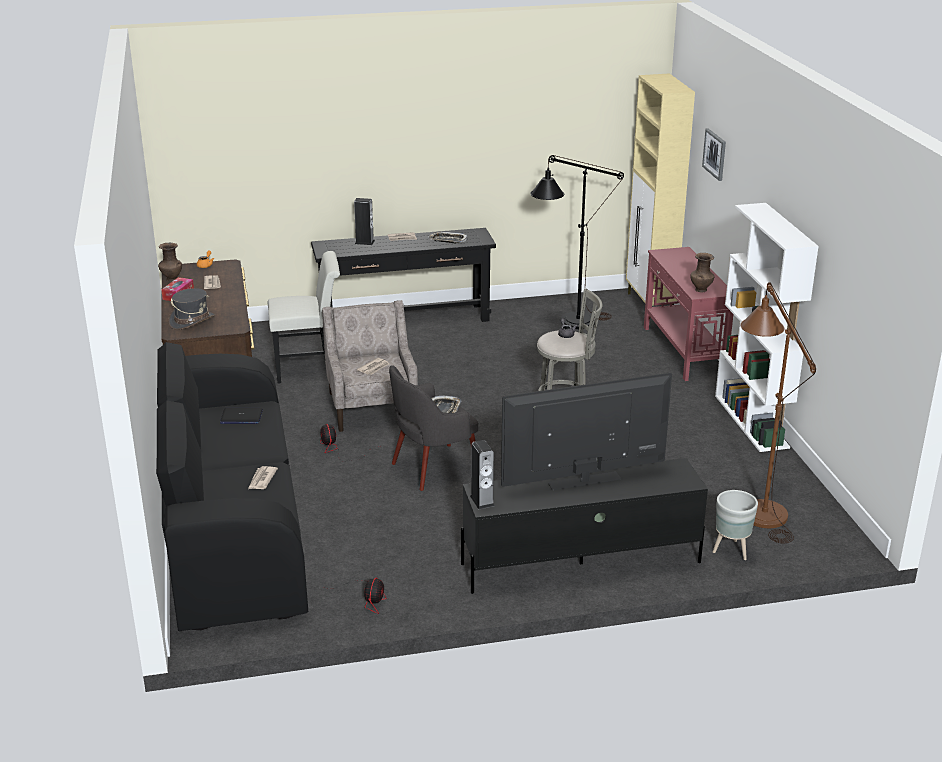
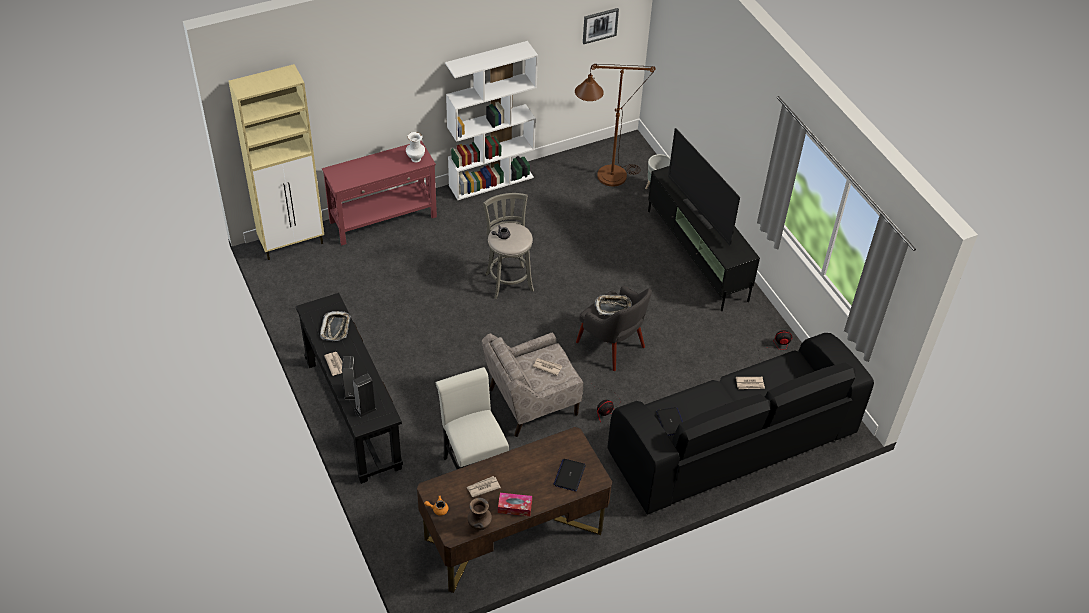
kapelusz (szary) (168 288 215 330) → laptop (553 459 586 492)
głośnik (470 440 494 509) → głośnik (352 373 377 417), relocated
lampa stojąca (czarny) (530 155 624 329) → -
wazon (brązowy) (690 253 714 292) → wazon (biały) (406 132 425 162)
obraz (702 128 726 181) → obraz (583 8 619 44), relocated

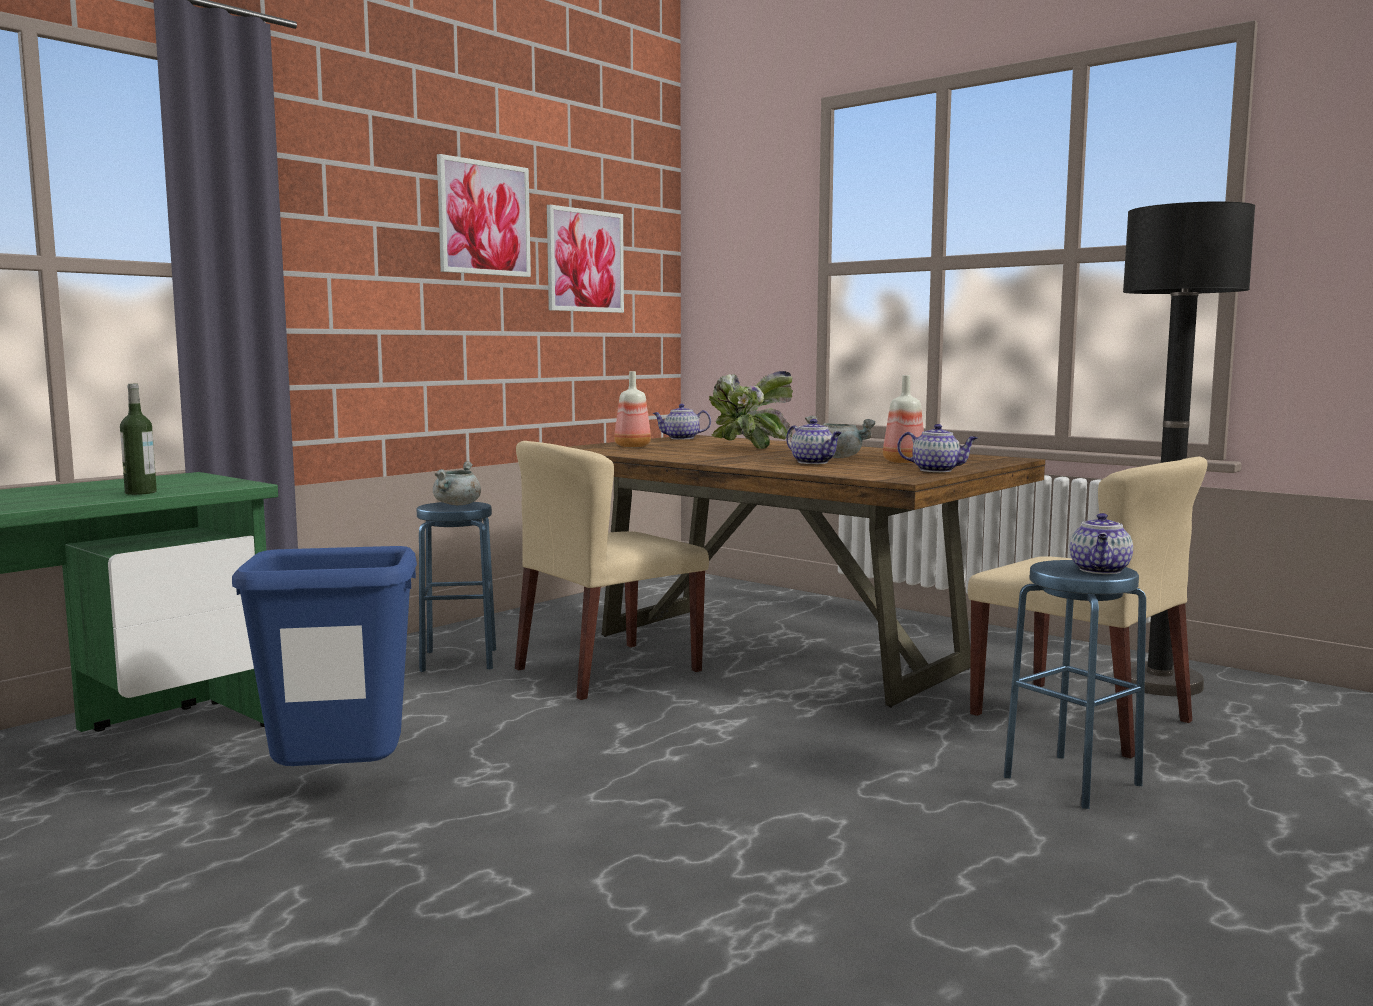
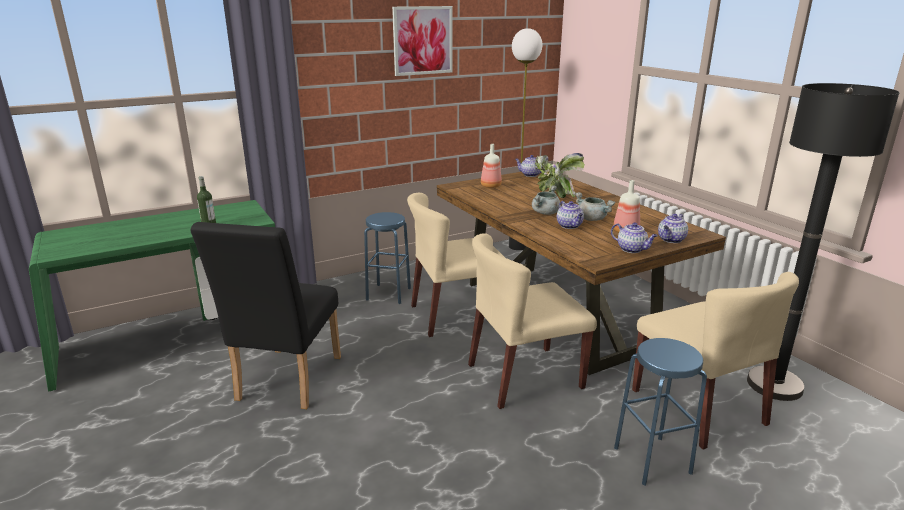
kosz na śmieci (niebieski) (232 546 417 766) → krzesło (czarny) (190 222 341 409)
garnek (szary) (433 461 481 505) → garnek (szary) (532 186 560 215), relocated
obraz (547 205 624 313) → -
imbryk (1070 513 1133 574) → imbryk (658 214 688 243), relocated
- → krzesło (beżowy) (468 233 597 409)
- → lampa stojąca (509 28 542 250)

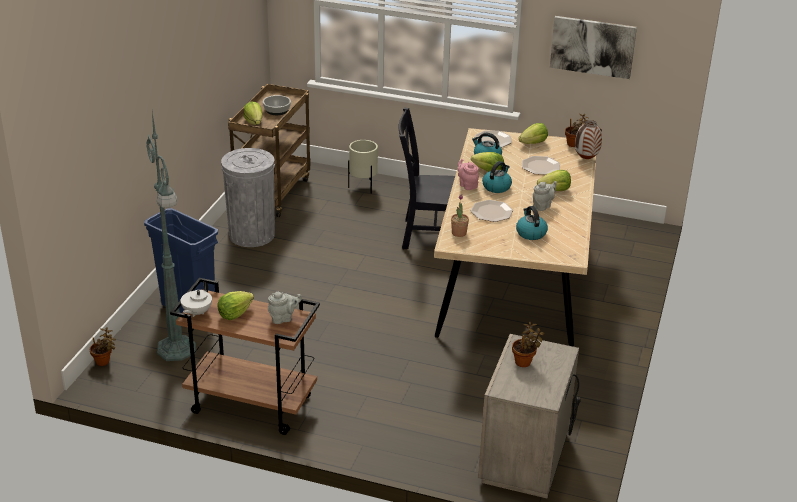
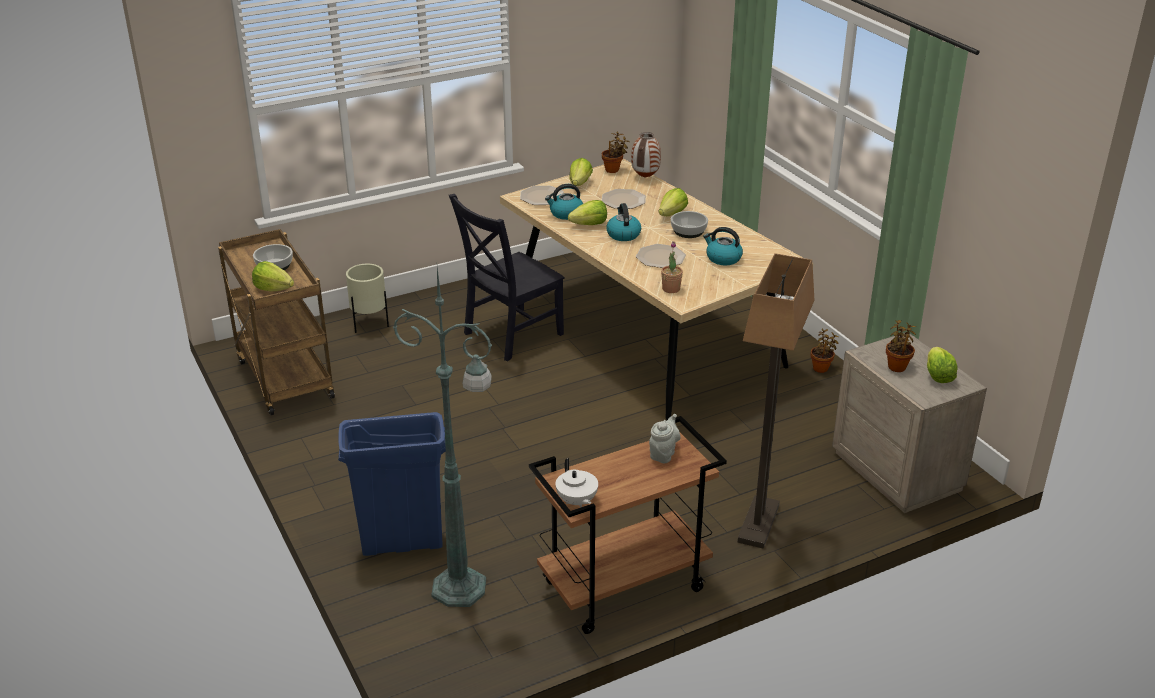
roślina doniczkowa (89 327 116 366) → roślina doniczkowa (811 328 838 373), relocated
sałata (217 291 254 320) → sałata (927 347 957 383), relocated
kosz na śmieci (szary) (221 148 275 247) → -
imbryk (różowy) (457 159 479 190) → -
imbryk (szary) (533 181 557 211) → miska (671 211 708 238)
obraz (550 16 637 79) → -
- → lampa stojąca (738 253 815 549)

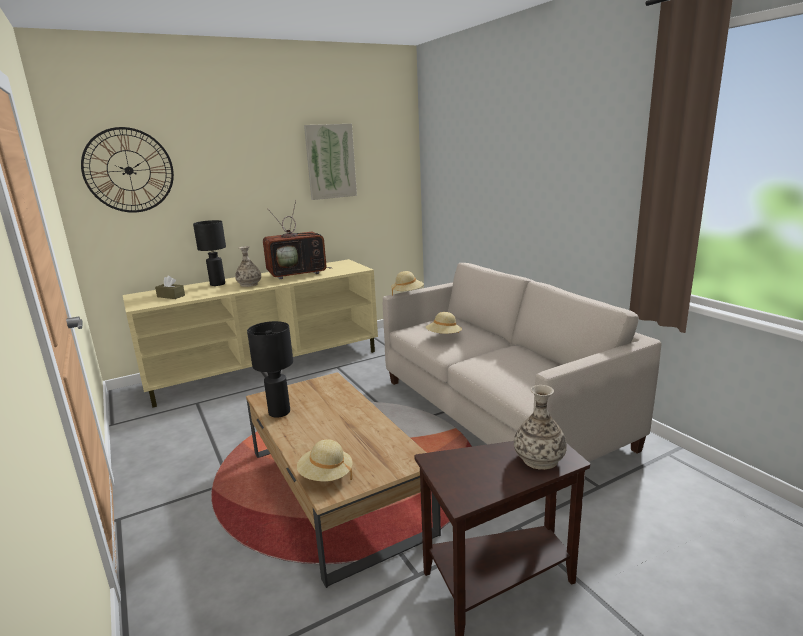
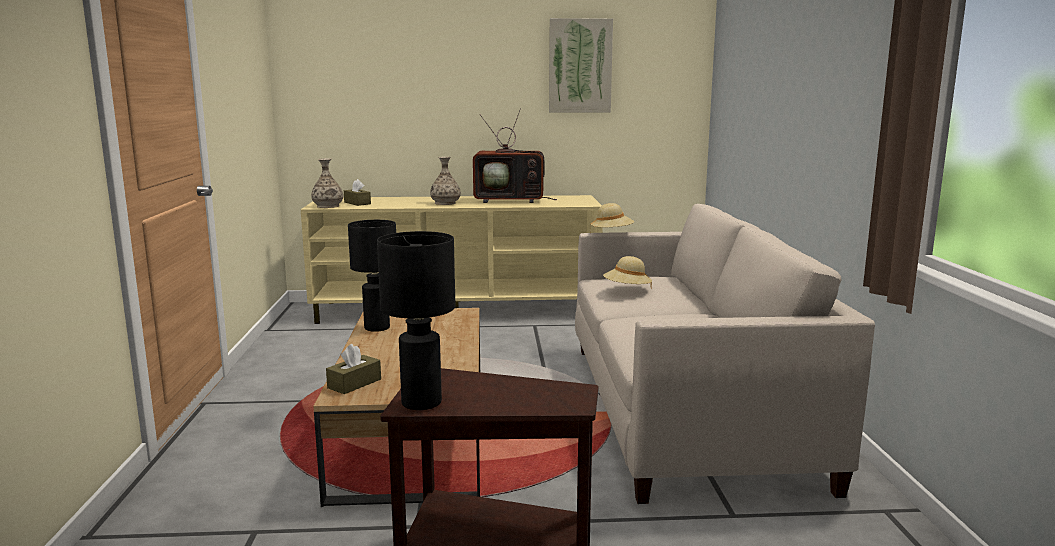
zegar ścienny (81 127 174 213) → -
lampa stołowa (czarny) (193 220 226 286) → lampa stołowa (czarny) (377 231 456 410), relocated
kapelusz (beżowy) (297 439 353 481) → pudełko chusteczek (brązowy) (326 344 381 394)
wazon (514 385 567 470) → wazon (311 158 343 208), relocated

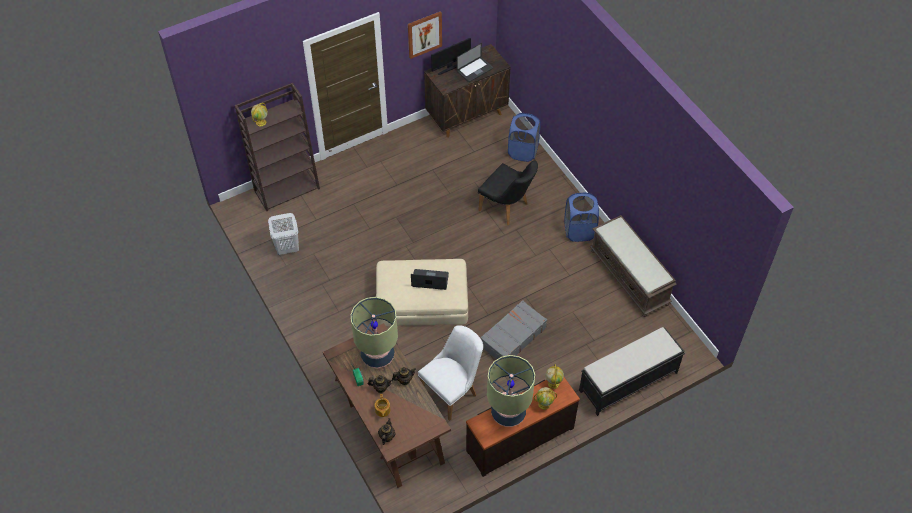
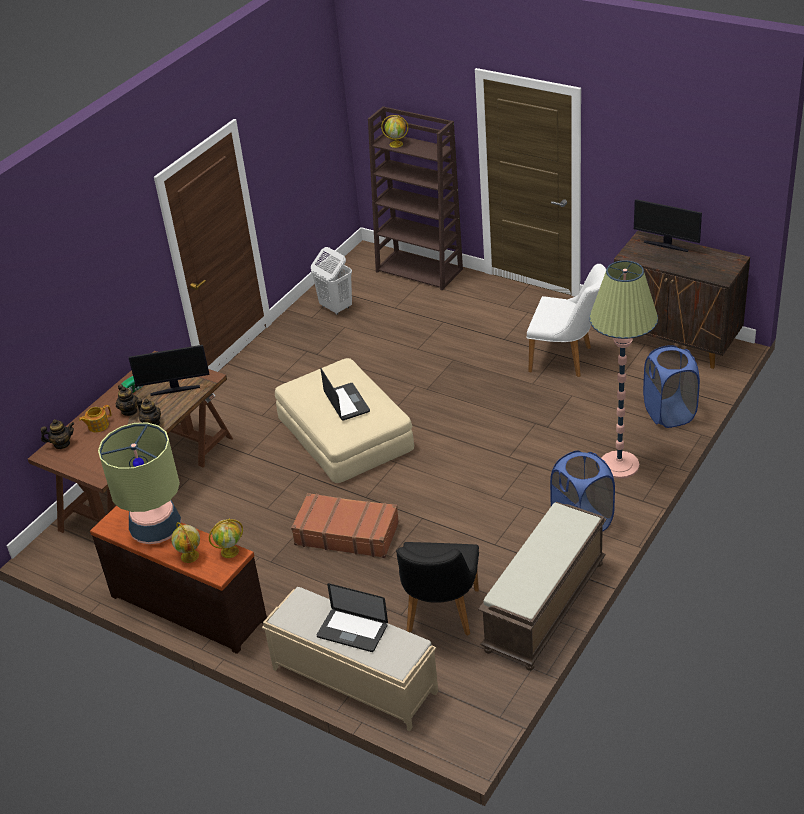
lampa stołowa (351 297 398 368) → monitor (129 345 209 396)
obraz (408 11 442 59) → -
krzesło (biały) (418 325 483 421) → krzesło (biały) (526 264 606 377), relocated
laptop (457 43 493 82) → laptop (317 583 388 652), relocated
krzesło (czarny) (478 160 538 225) → krzesło (czarny) (396 542 479 636), relocated
walizka (szary) (480 300 547 359) → walizka (brązowy) (291 493 399 558)
ławka (czarny) (579 327 685 416) → ławka (beżowy) (262 587 438 732)
- → lampa stojąca (589 260 658 479)

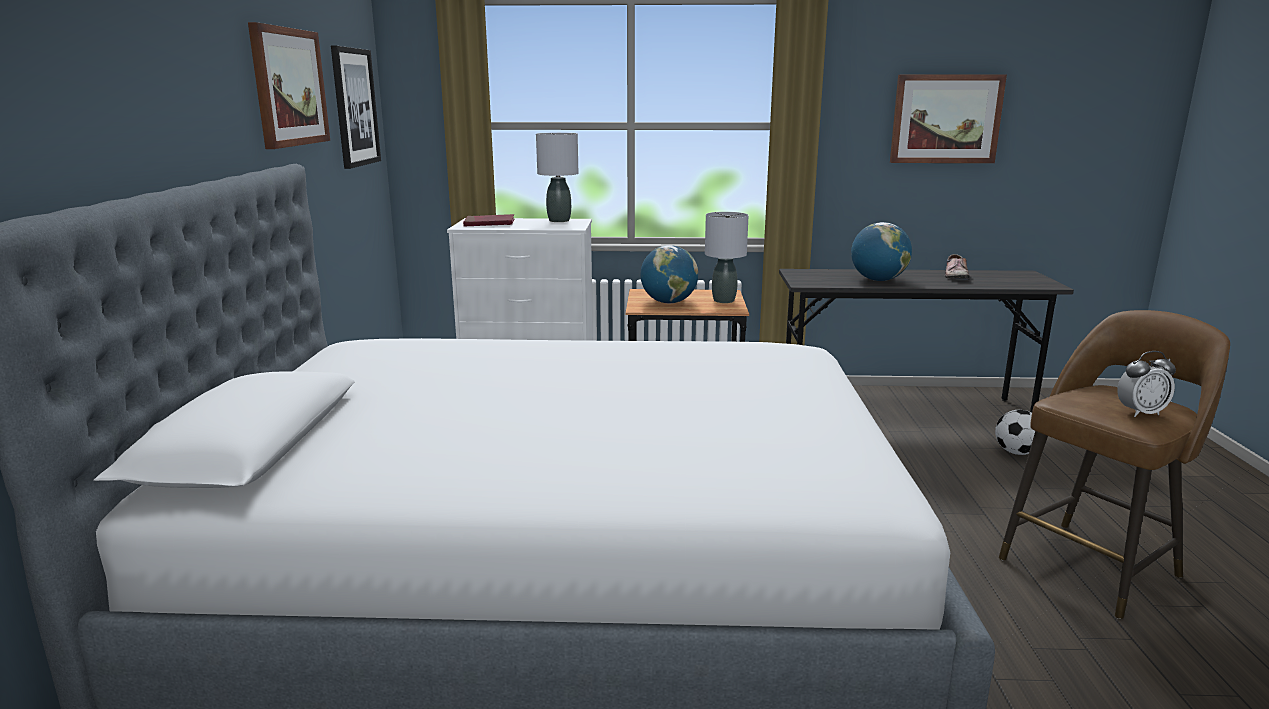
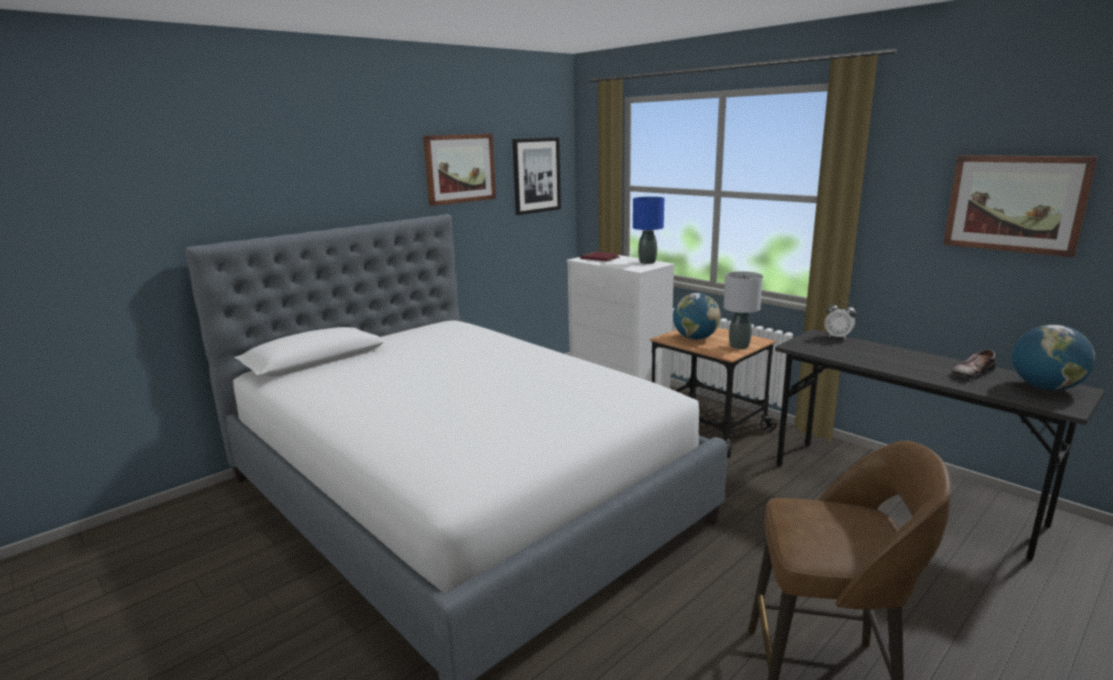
lampa stołowa (szary) (536 133 578 222) → lampa stołowa (niebieski) (633 197 664 264)
globus (851 222 912 281) → globus (1012 325 1095 390), relocated
piłka futbolowa (995 410 1035 455) → -
budzik (1117 351 1176 417) → budzik (825 301 856 340), relocated

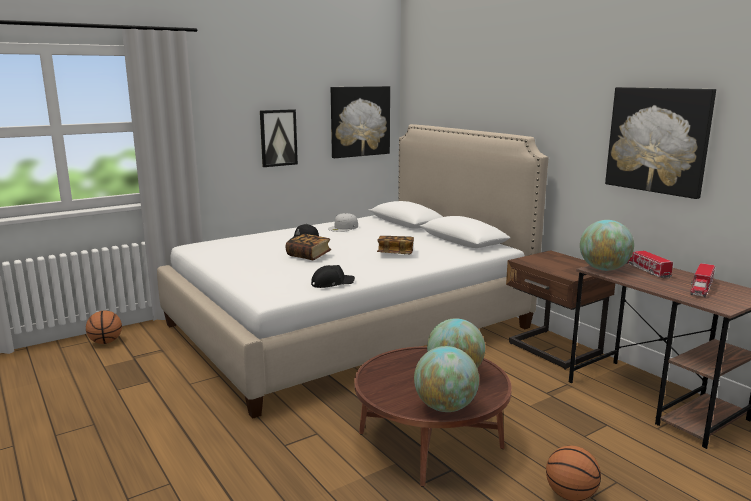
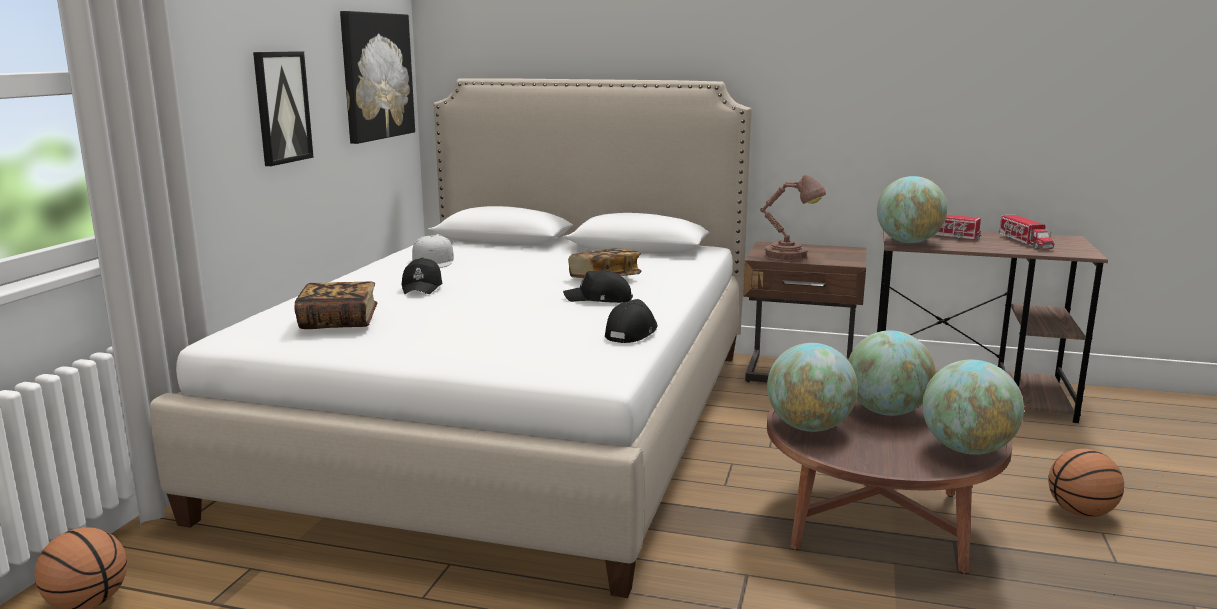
książka (285 234 331 260) → książka (294 281 377 329), relocated
obraz (605 87 716 199) → -
- → czapka z daszkiem (czarny) (563 270 633 303)
- → lampa stołowa (brązowy) (760 175 826 261)
- → globus (767 343 858 432)

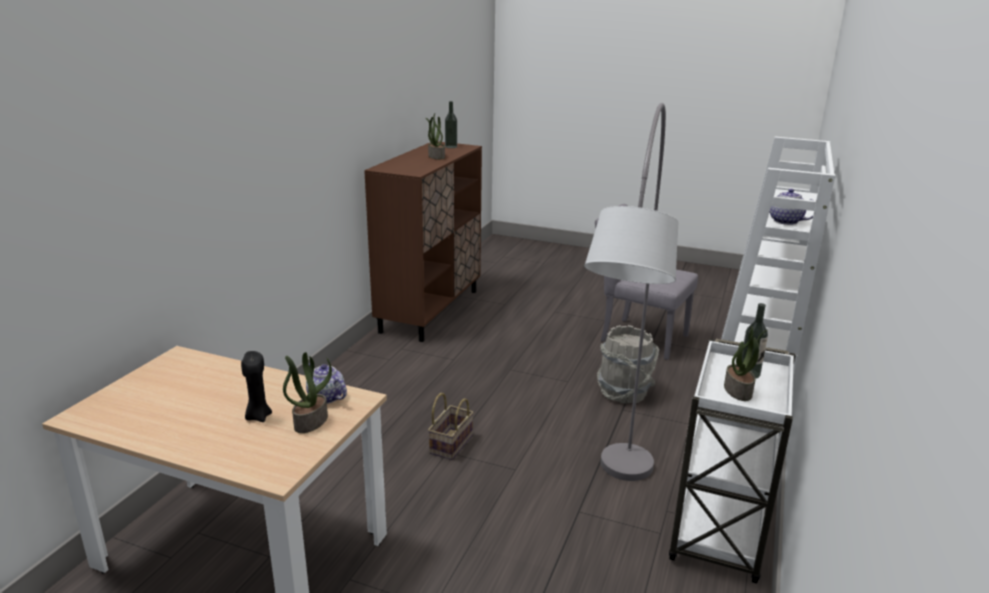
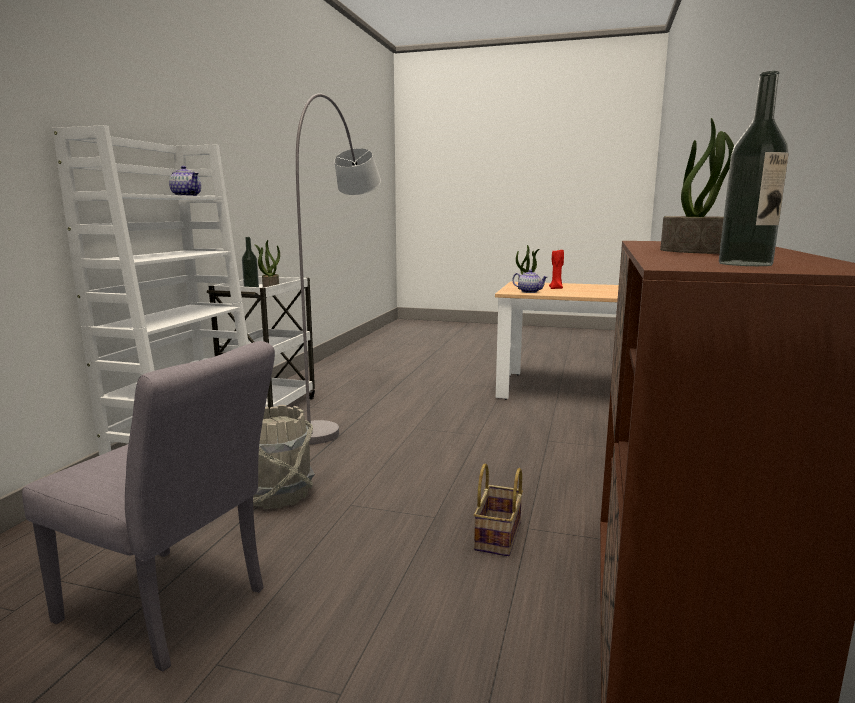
świeca (czarny) (241 351 272 422) → świeca (czerwony) (549 250 564 289)
koszyk (428 393 474 460) → koszyk (474 463 523 556), relocated

